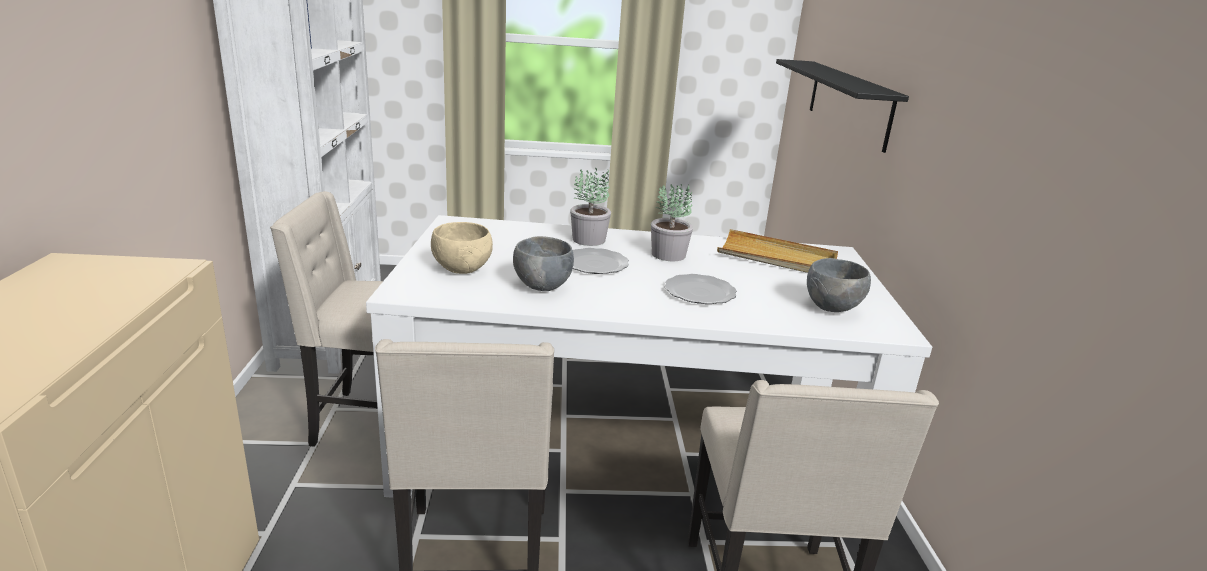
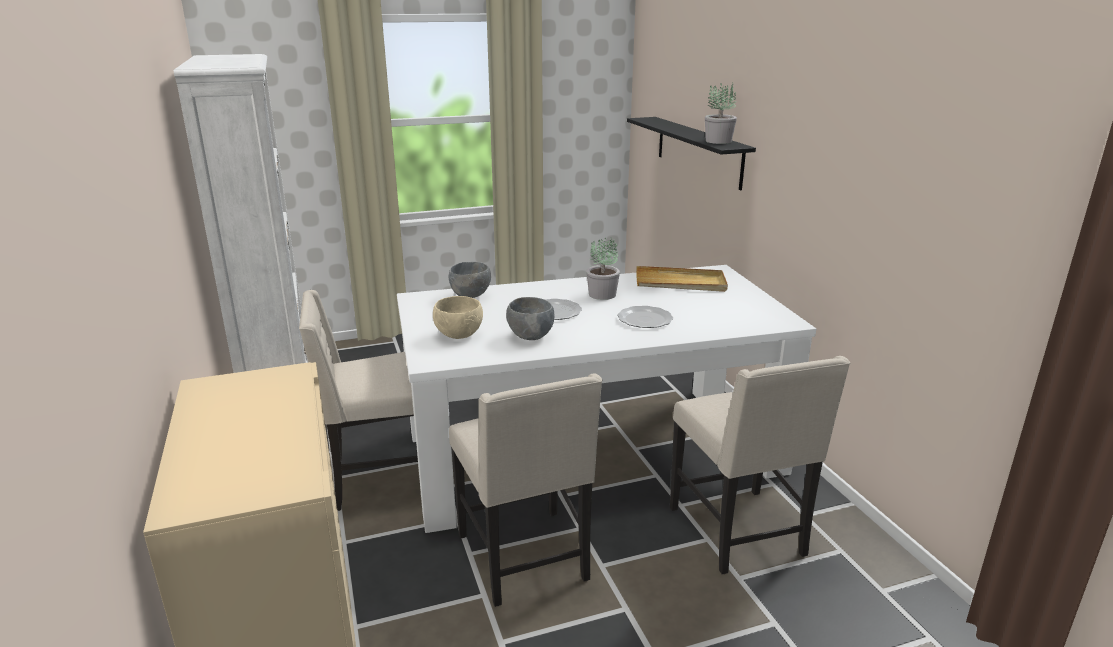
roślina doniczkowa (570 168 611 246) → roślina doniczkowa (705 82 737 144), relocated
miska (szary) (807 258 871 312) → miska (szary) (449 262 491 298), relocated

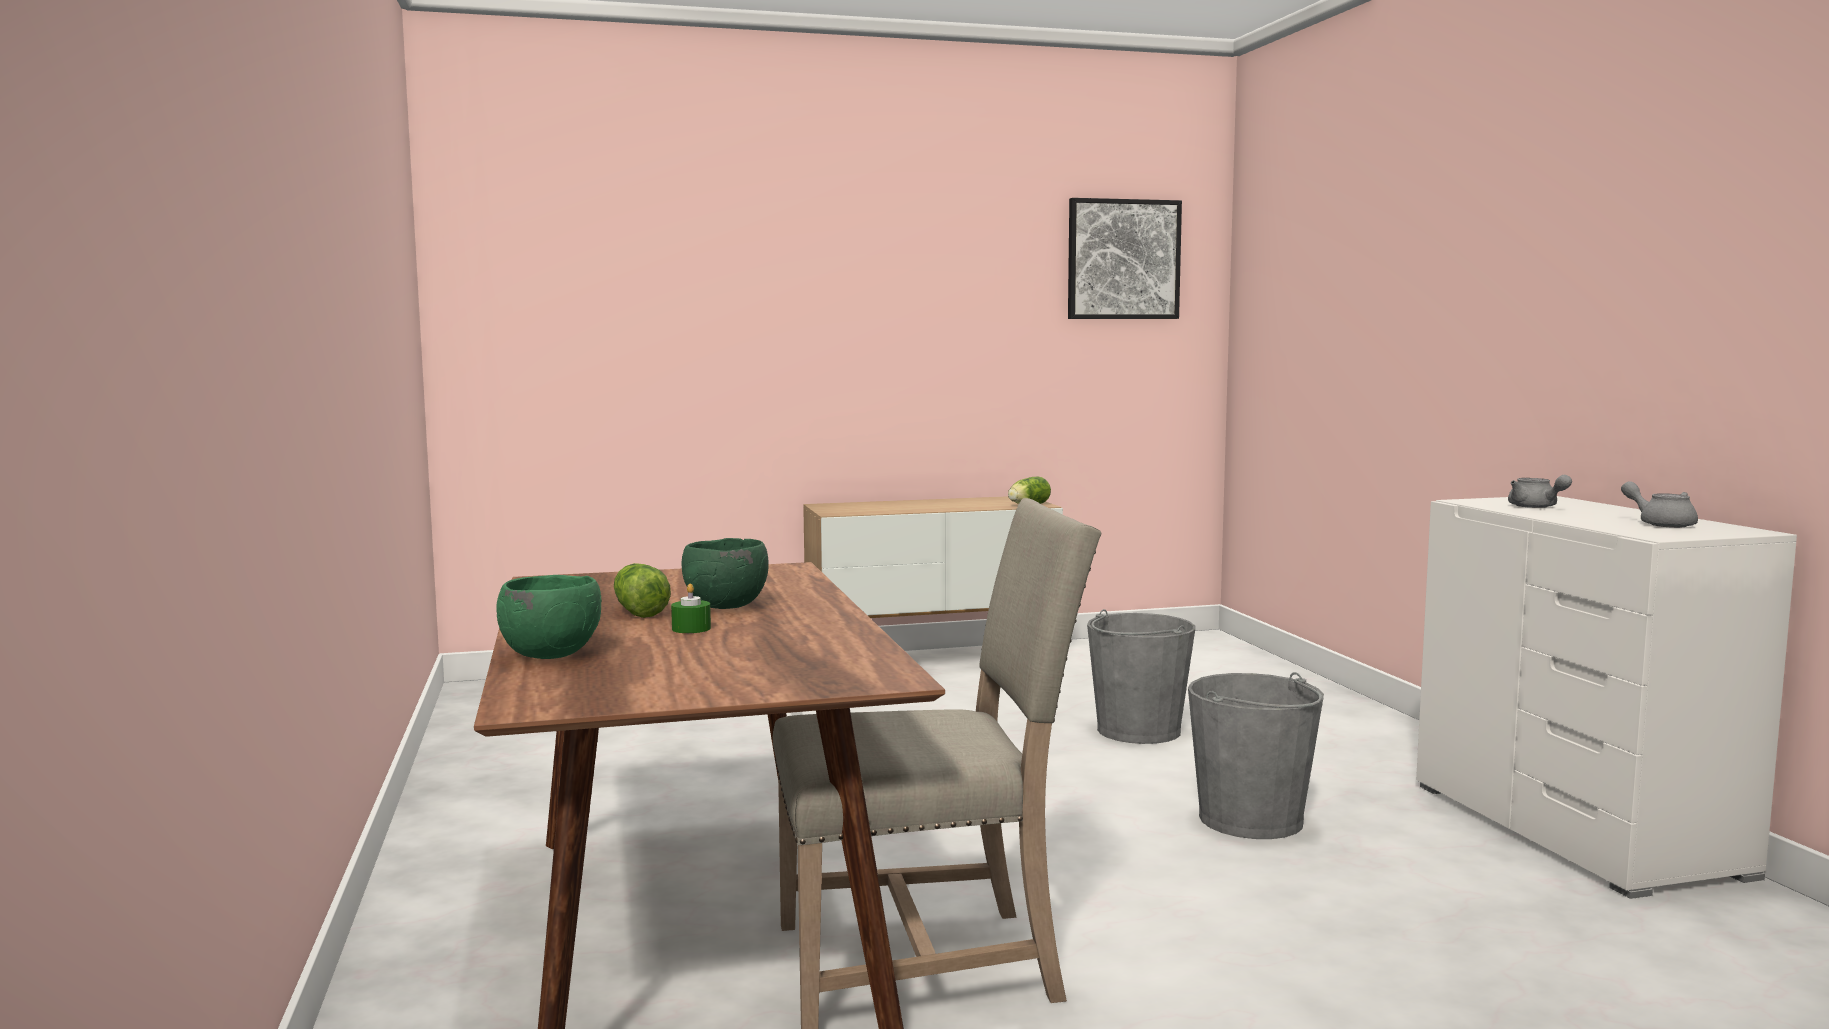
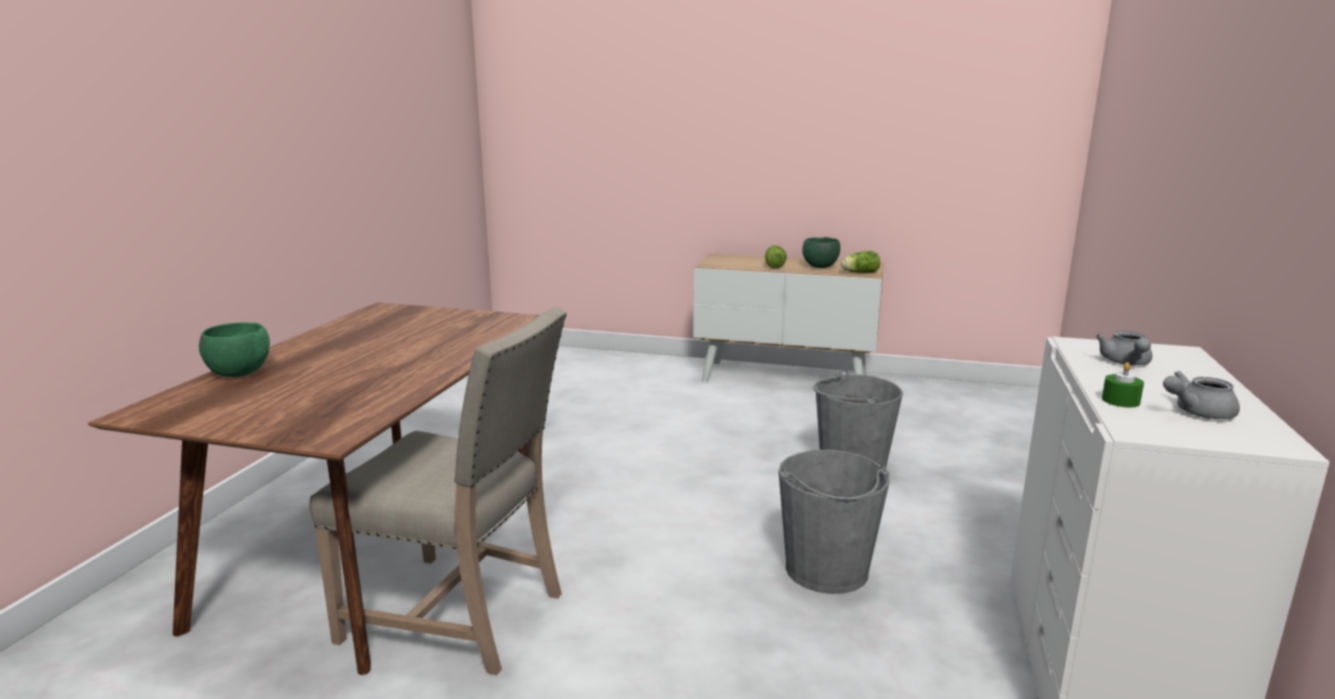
sałata (614 563 671 618) → sałata (765 245 787 268), relocated
świeca (zielony) (671 583 711 633) → świeca (zielony) (1102 362 1144 407), relocated
miska (zielony) (682 538 769 609) → miska (zielony) (802 237 840 268), relocated
obraz (1068 198 1182 319) → -
imbryk (szary) (1621 481 1698 528) → imbryk (szary) (1163 371 1240 419), 105 degrees counterclockwise

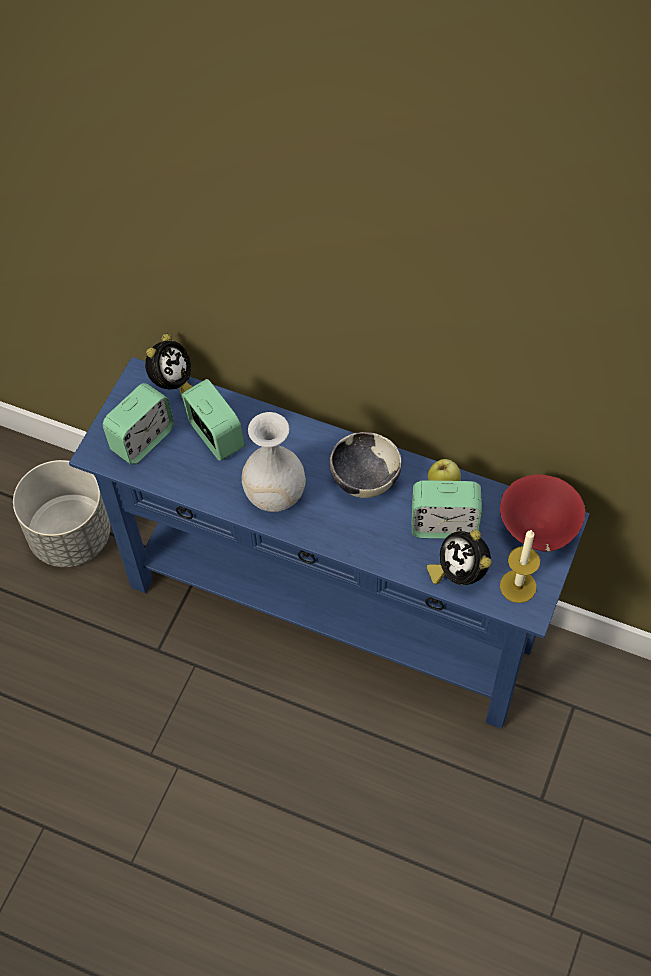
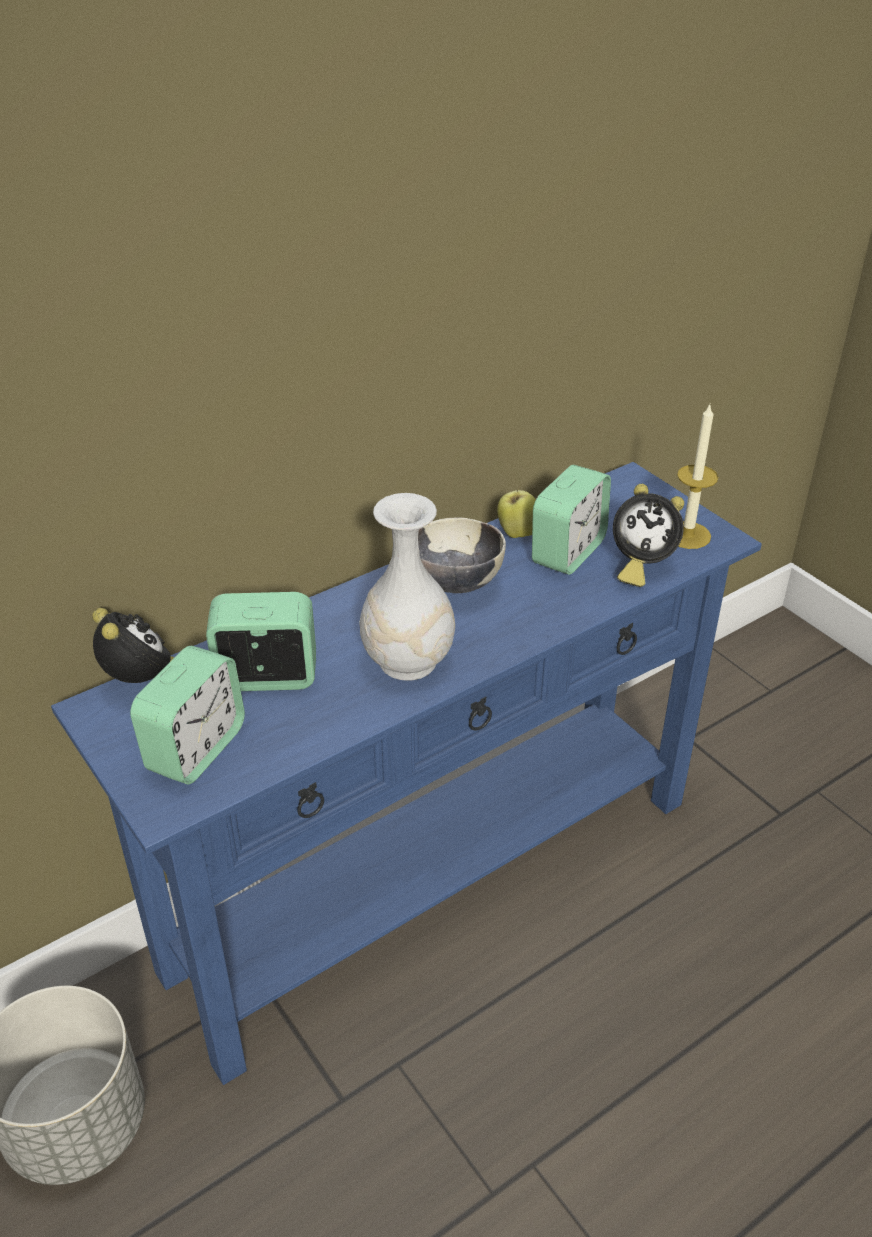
budzik (103 383 174 465) → budzik (130 646 245 784), 45 degrees clockwise
miska (czerwony) (500 474 586 552) → -

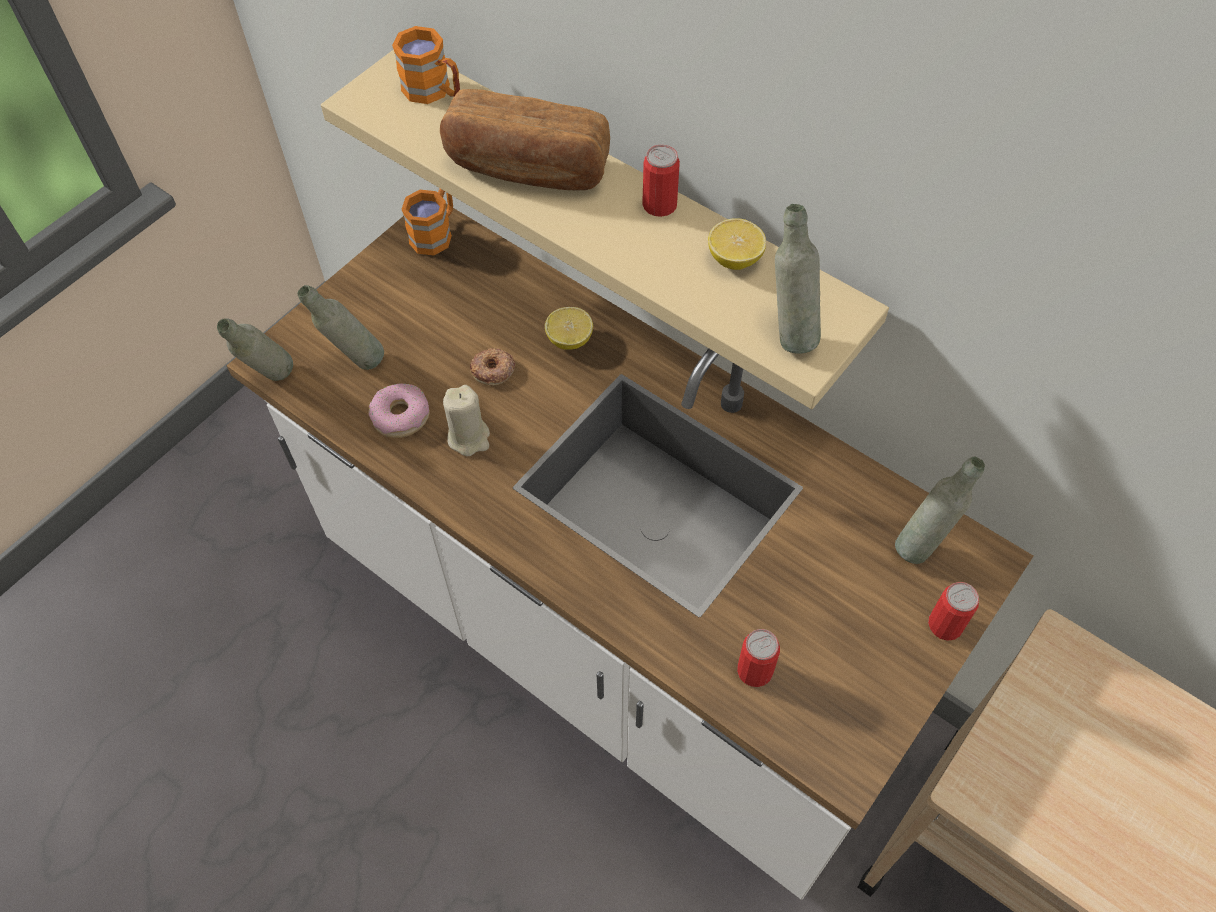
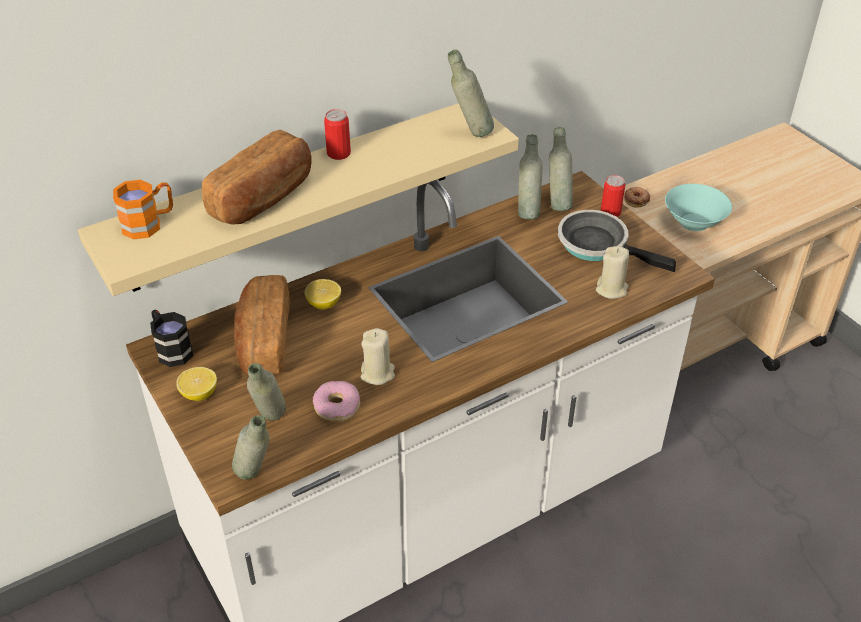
kubek (pomarańczowy) (401 189 453 255) → kubek (czarny) (150 310 193 367)
donut (470 348 515 385) → donut (624 187 650 208), relocated
cytryna (708 218 766 270) → cytryna (176 367 217 401), relocated
puszka (737 629 780 687) → świeca (beżowy) (596 246 629 299)
- → chleb (234 275 290 375)
- → butelka (szary) (518 134 543 219)
- → patelnia (558 210 676 272)
- → miska (turkusowy) (665 184 732 231)

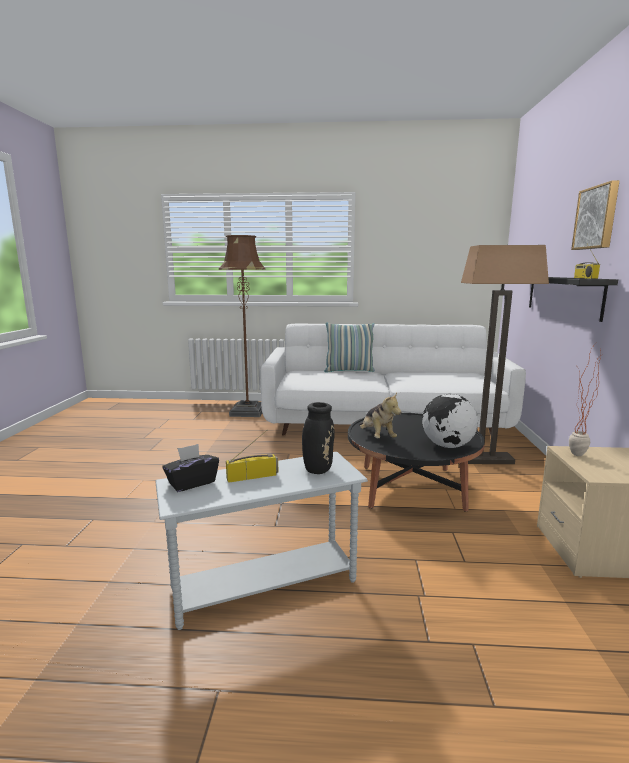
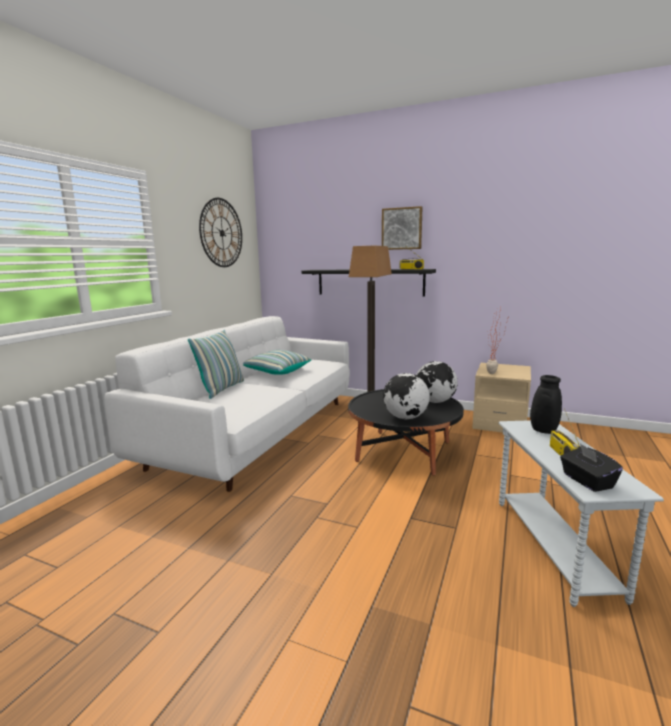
lampa stojąca (brązowy) (219 235 266 417) → -
pluszak (359 393 401 438) → globus (383 373 430 420)
- → zegar ścienny (199 198 242 267)
- → poduszka (243 350 312 375)

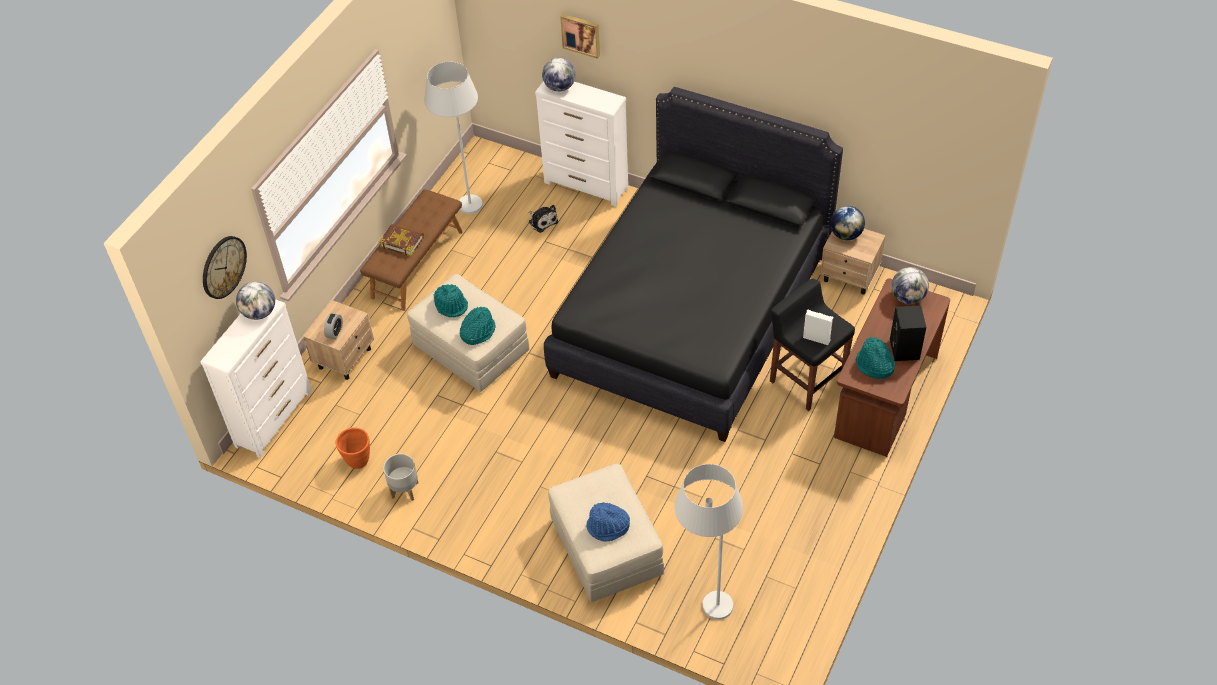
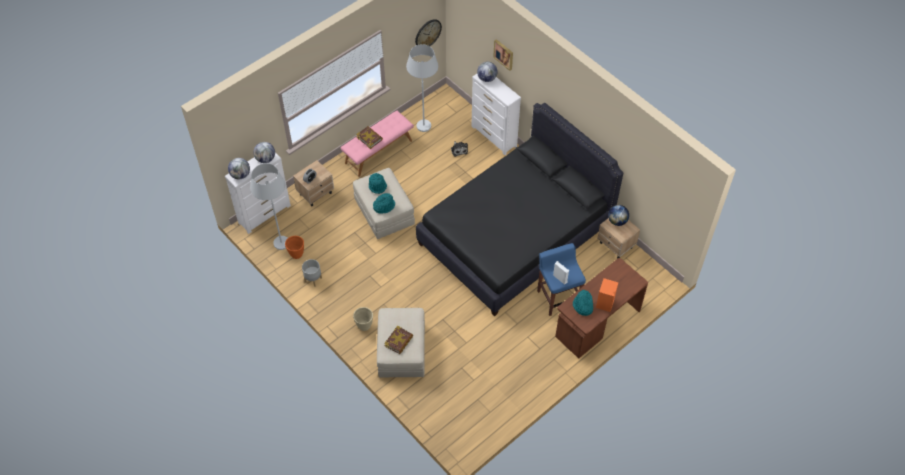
zegar ścienny (203 236 247 299) → zegar ścienny (415 19 442 46), relocated
ławka (brązowy) (360 189 463 311) → ławka (różowy) (341 111 414 177)
kapelusz (niebieski) (586 502 630 541) → książka (384 326 413 354)
lampa stojąca (biały) (675 464 743 620) → lampa stojąca (biały) (250 163 288 250), relocated
stołek (czarny) (770 278 855 411) → stołek (niebieski) (537 243 586 316)
głośnik (czarny) (890 305 926 361) → głośnik (pomarańczowy) (596 278 618 312)
globus (891 267 929 304) → globus (228 158 250 179), relocated
- → donica (beżowy) (353 307 373 331)

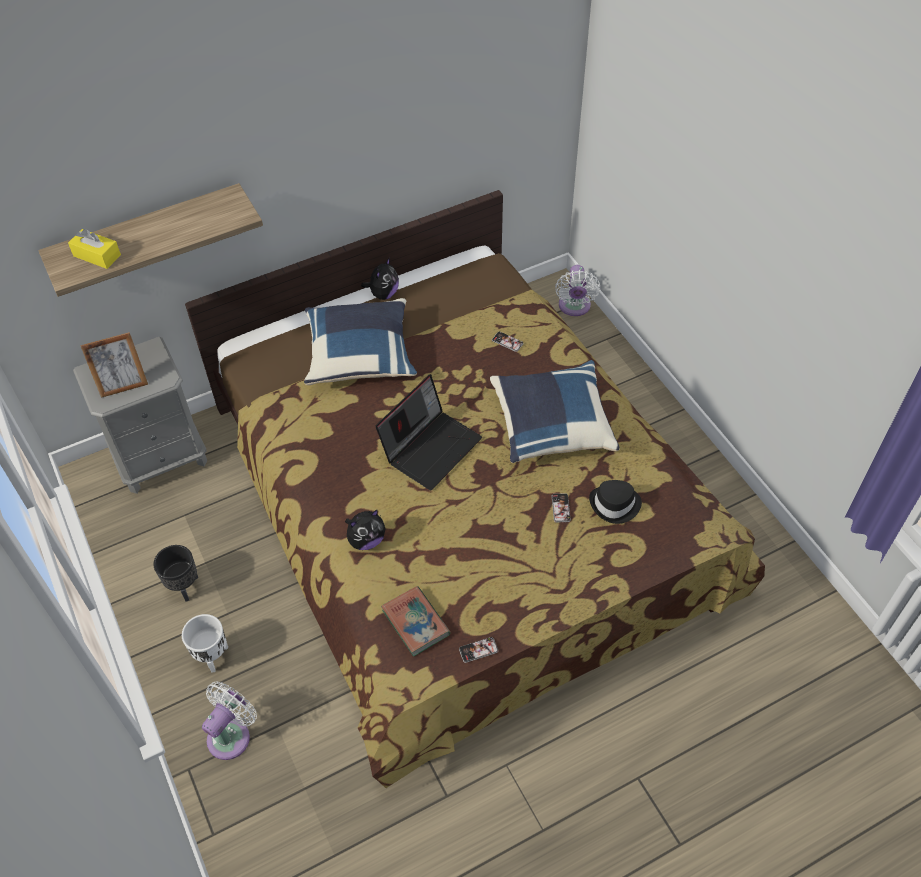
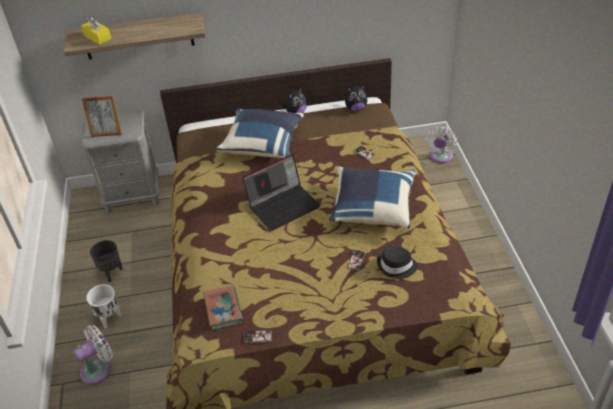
pluszak (345 509 386 550) → pluszak (345 85 367 111), relocated

